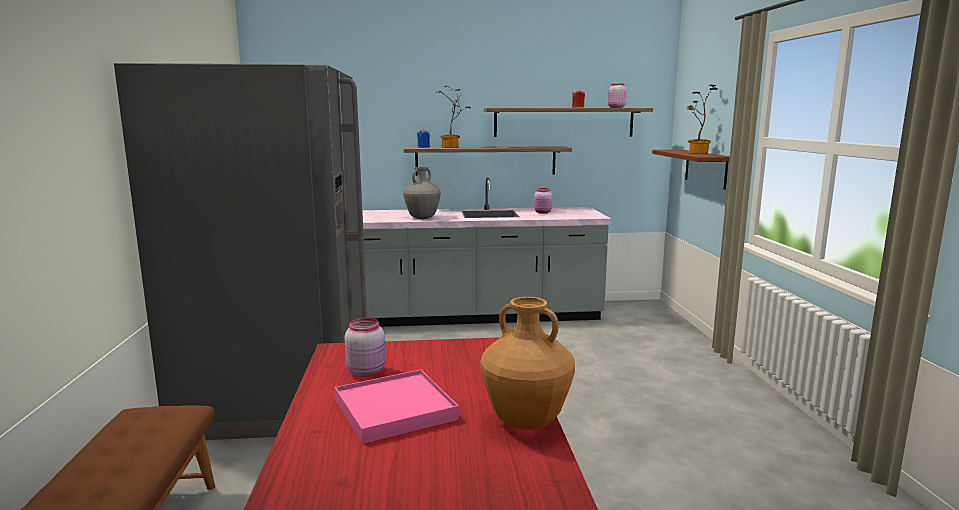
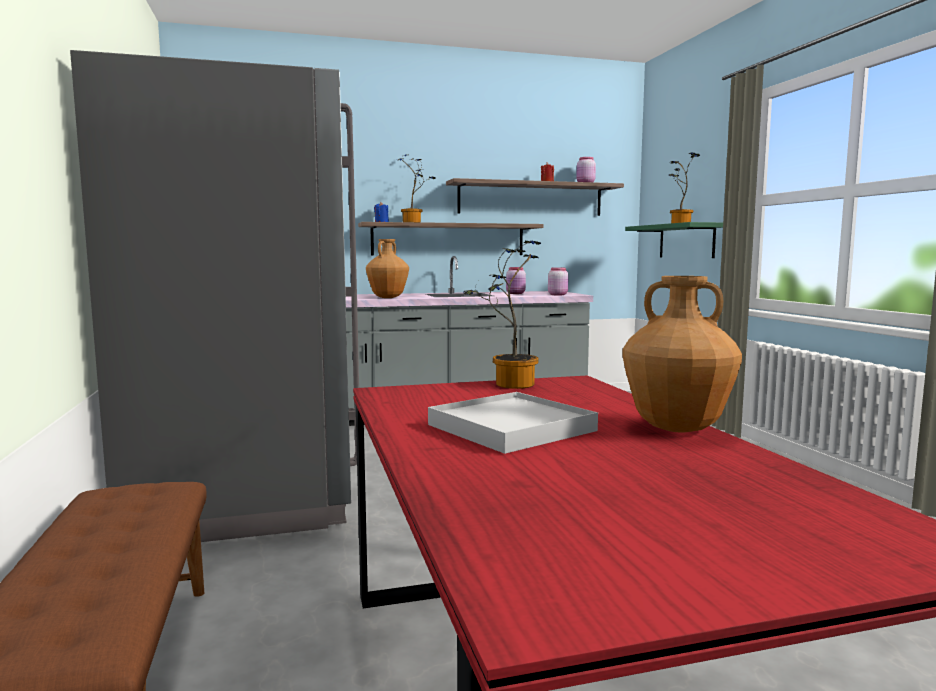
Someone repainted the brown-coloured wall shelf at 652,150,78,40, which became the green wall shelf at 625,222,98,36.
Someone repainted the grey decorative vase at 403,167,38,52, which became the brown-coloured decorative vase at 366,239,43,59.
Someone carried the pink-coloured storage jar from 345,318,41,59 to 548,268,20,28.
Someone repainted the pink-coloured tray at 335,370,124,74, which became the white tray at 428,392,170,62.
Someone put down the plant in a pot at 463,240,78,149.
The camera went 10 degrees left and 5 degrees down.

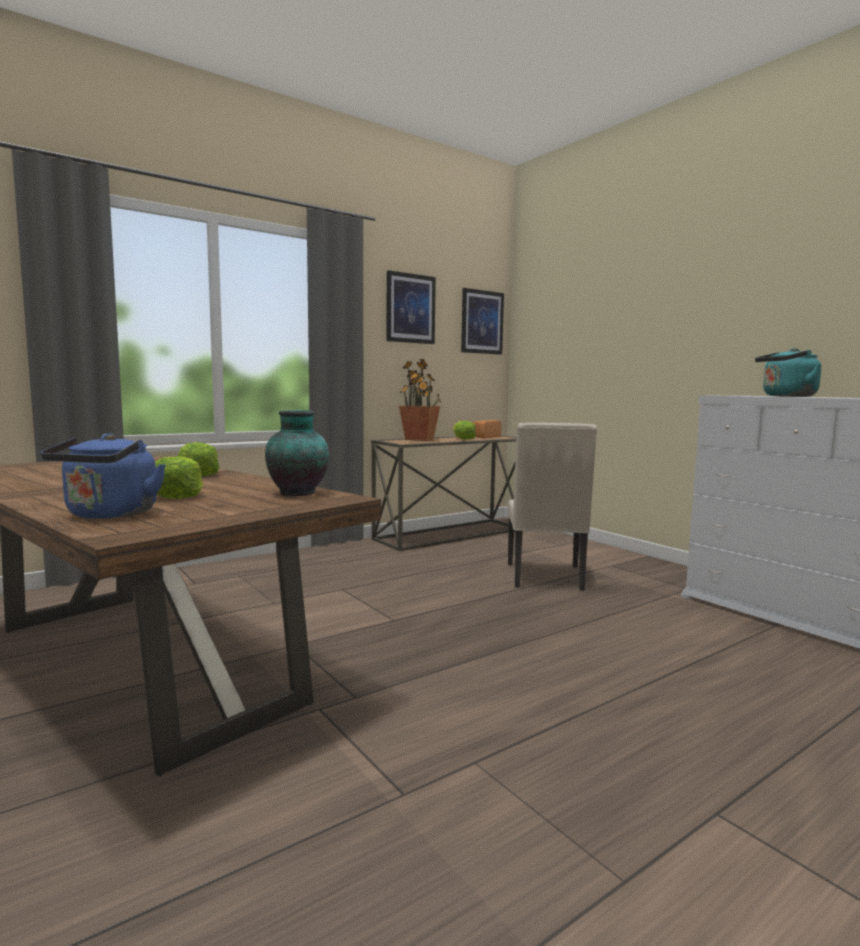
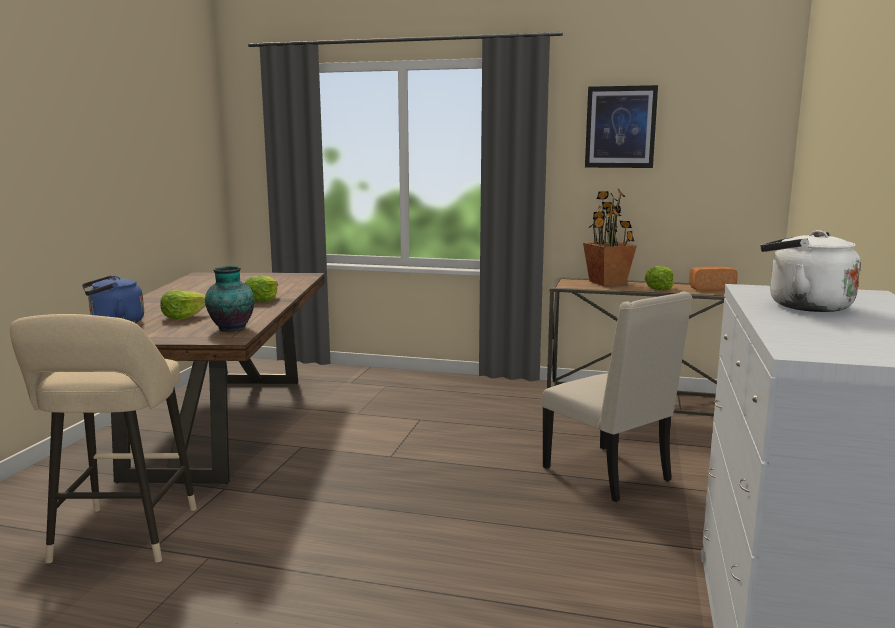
Someone took away the wall art at 461,288,43,67.
Someone repainted the turquoise water kettle at 755,348,66,49, which became the white water kettle at 761,230,100,82.
Someone rotated the sand-coloured plain chair at 508,423,89,168 by 90 degrees counterclockwise.
Someone put down the sand-coloured stool seat at 10,314,187,249.
The camera went 50 degrees right and 5 degrees up.

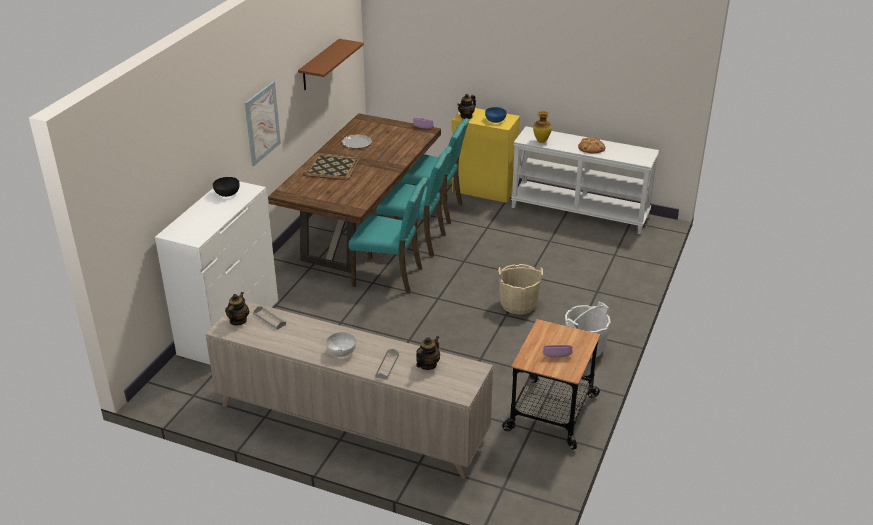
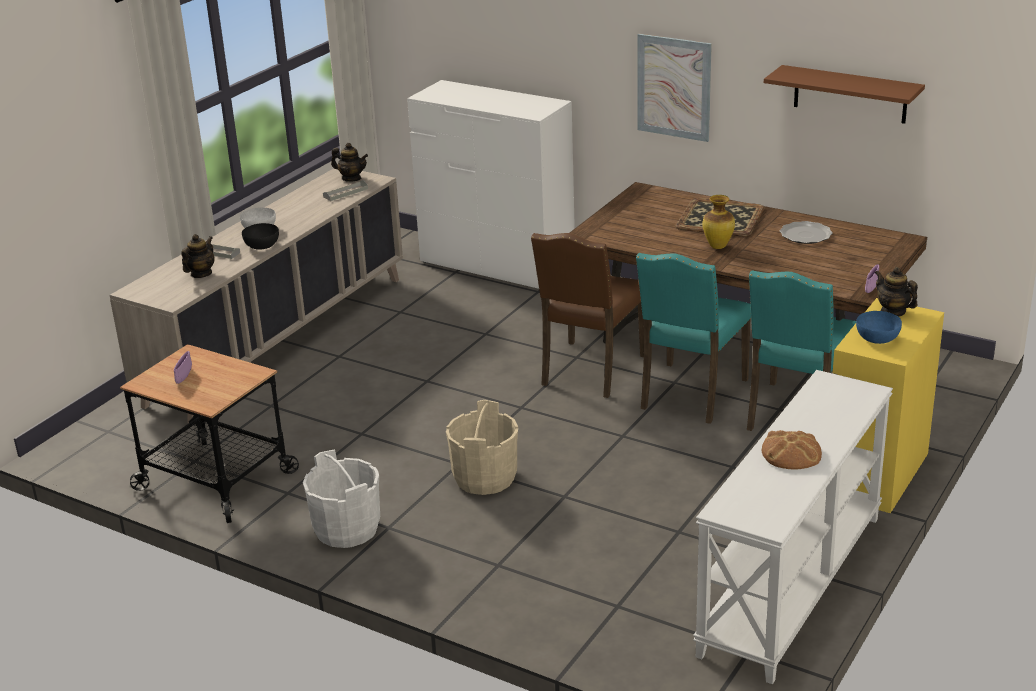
Someone carried the decorative vase from 533,112,19,31 to 703,195,32,54.
Someone carried the blackish serving bowl from 213,177,27,20 to 242,223,37,27.
Someone repainted the turquoise plain chair at 349,177,79,116, which became the brown-coloured plain chair at 531,233,113,165.
Someone rotated the teapot at 416,336,24,34 by 105 degrees counterclockwise.
The camera went 100 degrees right and 5 degrees down.

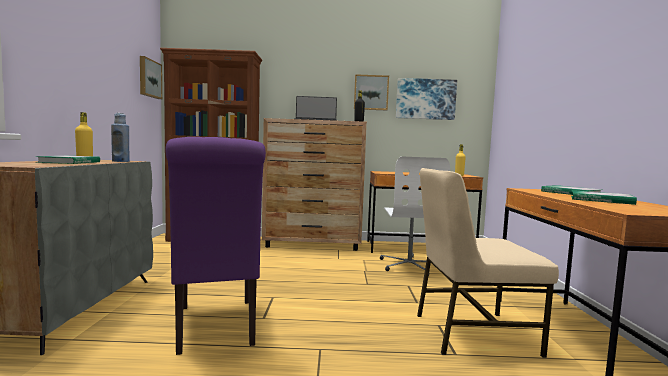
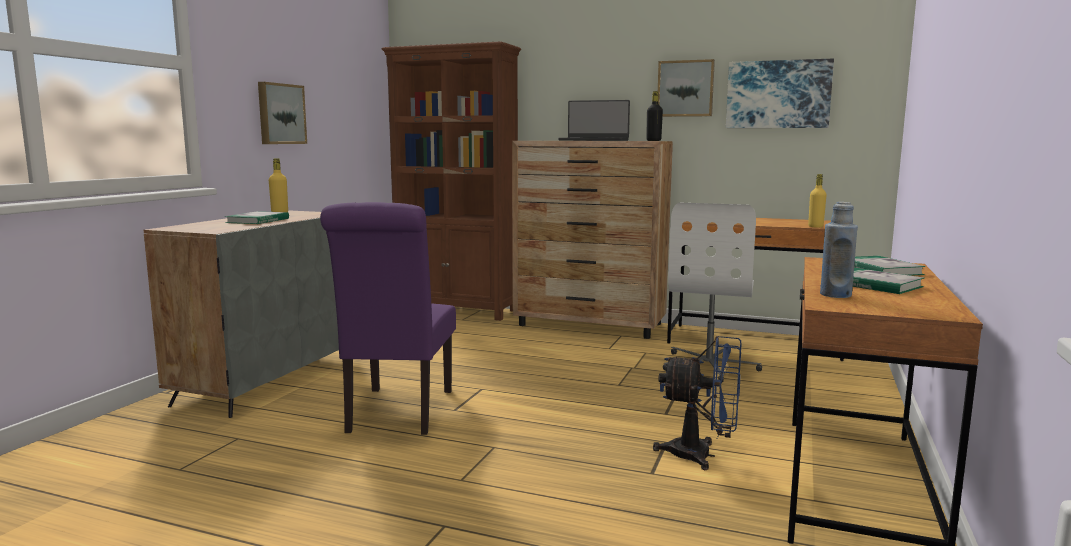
Someone carried the wall art from 140,56,22,43 to 258,82,49,62.
Someone carried the blue drink bottle from 111,113,19,49 to 820,202,38,96.
Someone swapped the sand-coloured plain chair at 417,168,142,190 for the blue cooling fan at 653,336,88,134.
The camera went 20 degrees right and 5 degrees up.

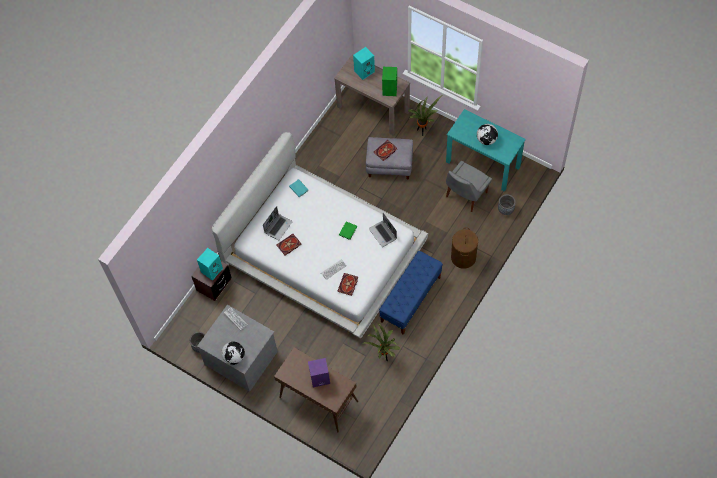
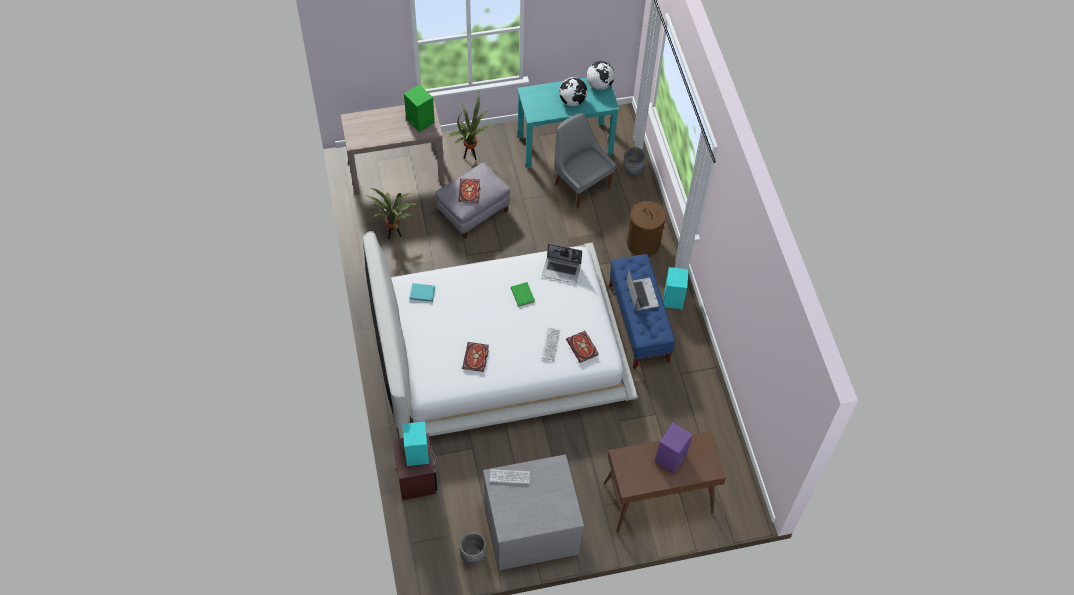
Someone carried the turquoise loudspeaker from 353,47,22,33 to 663,267,26,42.
Someone rotated the grey plain chair at 446,161,46,51 by 150 degrees clockwise.
Someone carried the laptop from 263,206,29,34 to 627,269,32,42.
Someone carried the plant in a pot from 363,323,38,38 to 365,188,52,51.
Someone carried the desk globe from 221,341,24,24 to 587,61,28,29.
The camera went 50 degrees left and 5 degrees down.

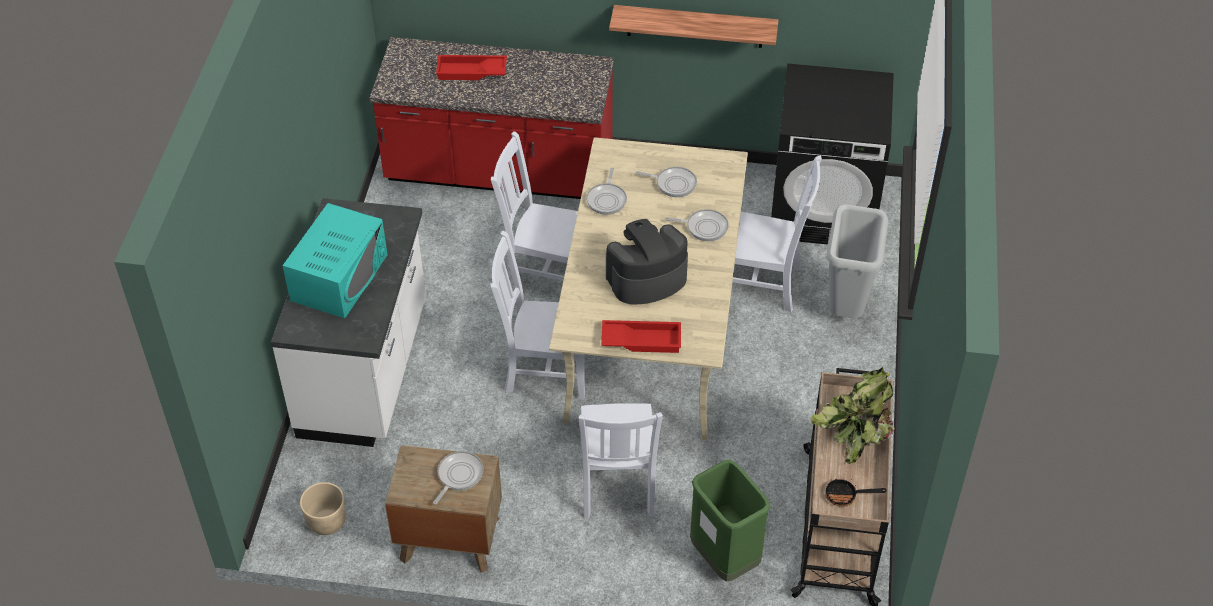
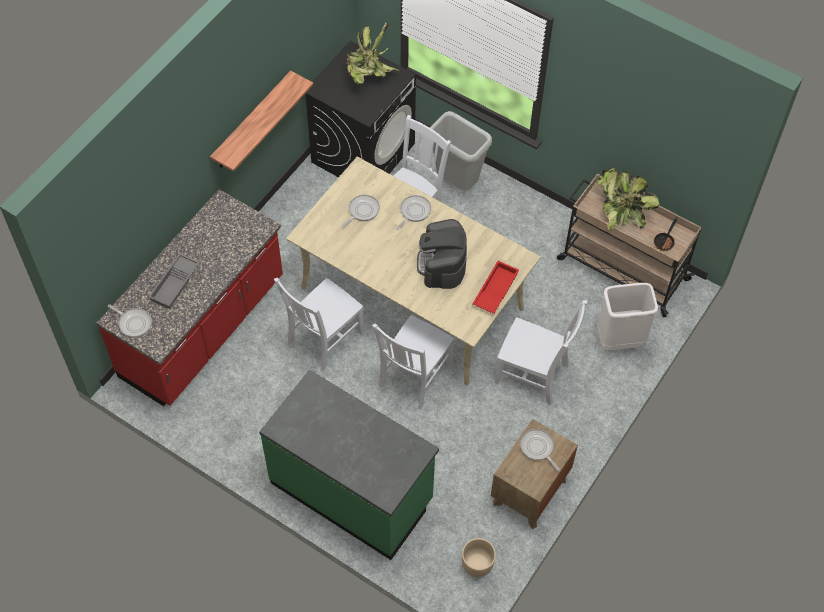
Someone repainted the red tray at 436,55,71,25, which became the grey tray at 148,253,52,56.
Someone carried the skillet from 586,167,41,48 to 108,305,44,33.
Someone repainted the white kitchen counter at 271,198,155,249, which became the green kitchen counter at 259,370,180,190.
Someone took away the turquoise microwave oven at 282,203,106,115.
Someone repainted the green rubbish bin at 690,460,81,122, which became the white rubbish bin at 597,283,61,67.
Someone put down the plant in a pot at 346,22,54,62.
The camera went 65 degrees left and 10 degrees up.

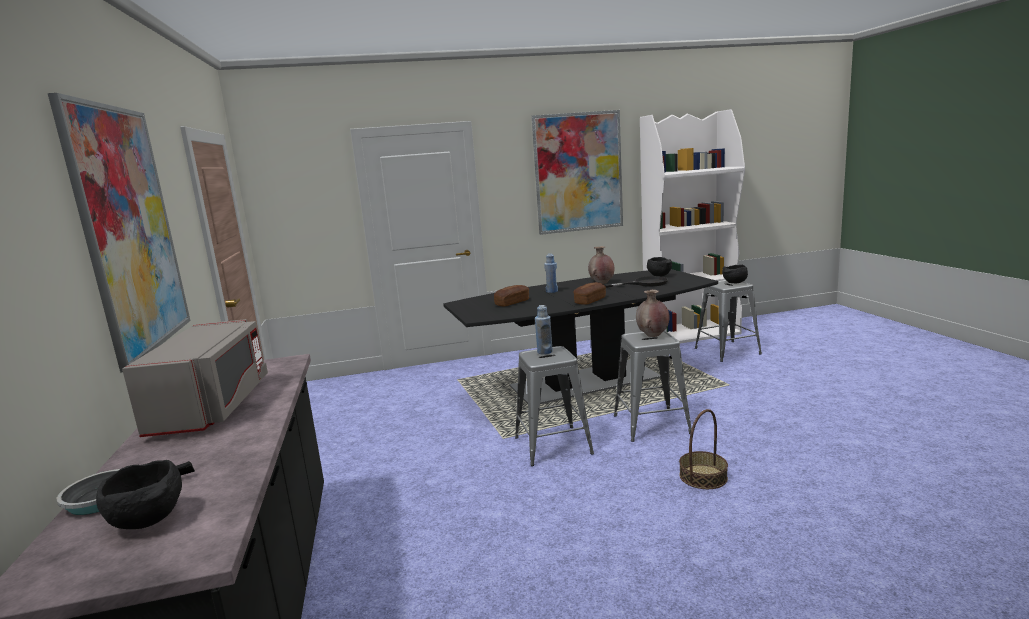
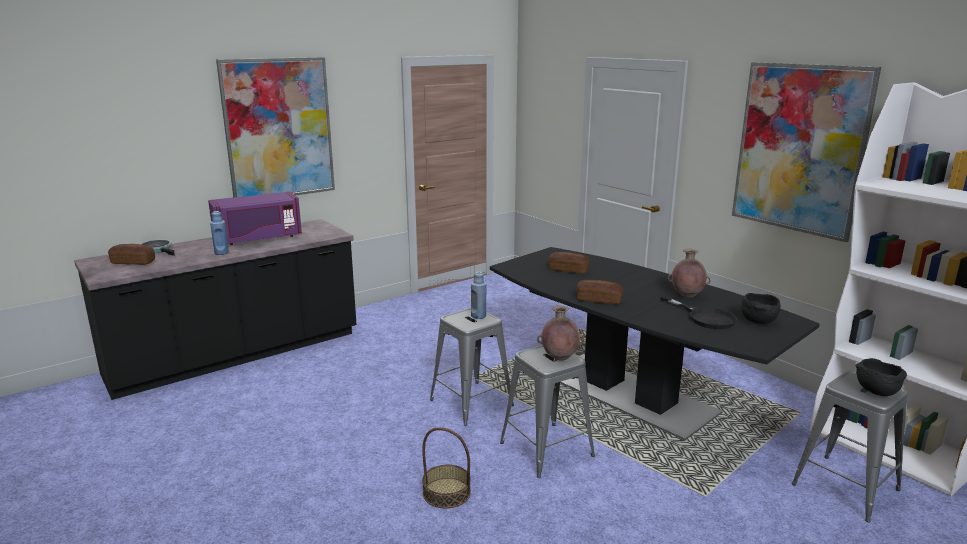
Someone carried the blue drink bottle from 544,254,14,39 to 210,211,19,44.
Someone repainted the grey microwave oven at 122,319,146,118, which became the purplish microwave oven at 208,191,94,54.
Someone swapped the blackish serving bowl at 96,460,86,69 for the bakery bread at 108,244,47,21.
The camera went 65 degrees right and 5 degrees up.

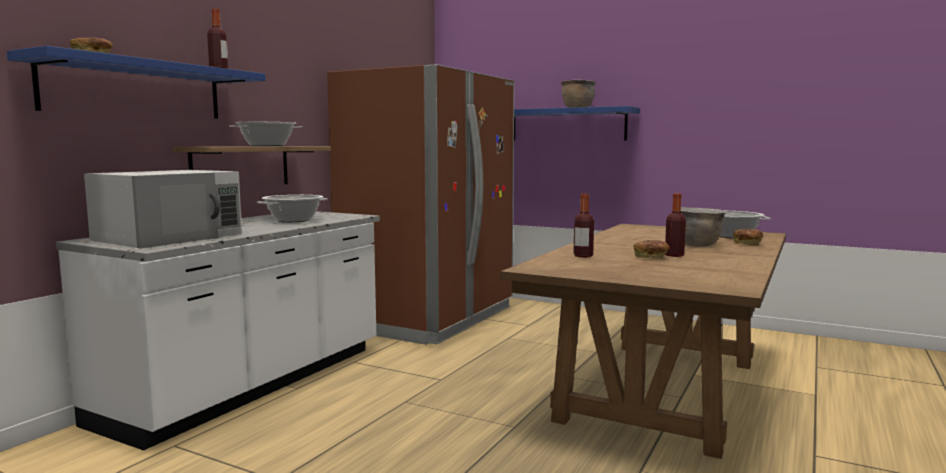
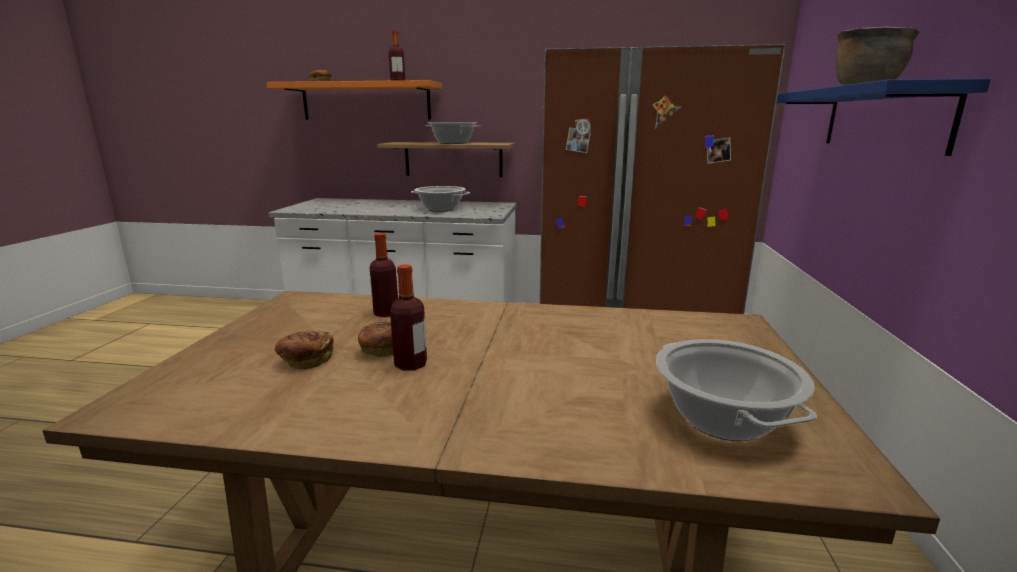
Someone repainted the blue wall shelf at 7,46,259,73, which became the orangey wall shelf at 267,80,175,39.
Someone took away the white microwave oven at 84,170,158,79.
Someone took away the brown-coloured saucepot at 681,207,45,40.
Someone carried the bakery bread from 733,229,30,16 to 275,331,59,39.
The camera went 70 degrees right and 10 degrees up.

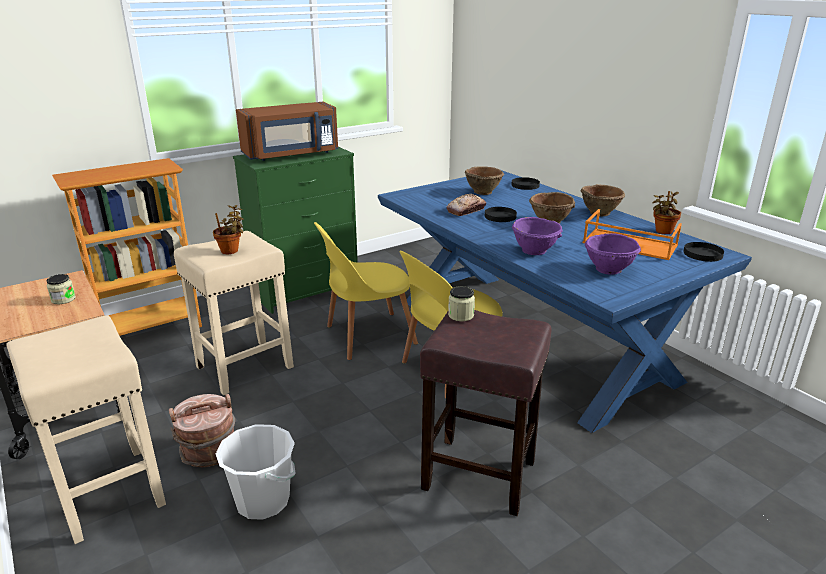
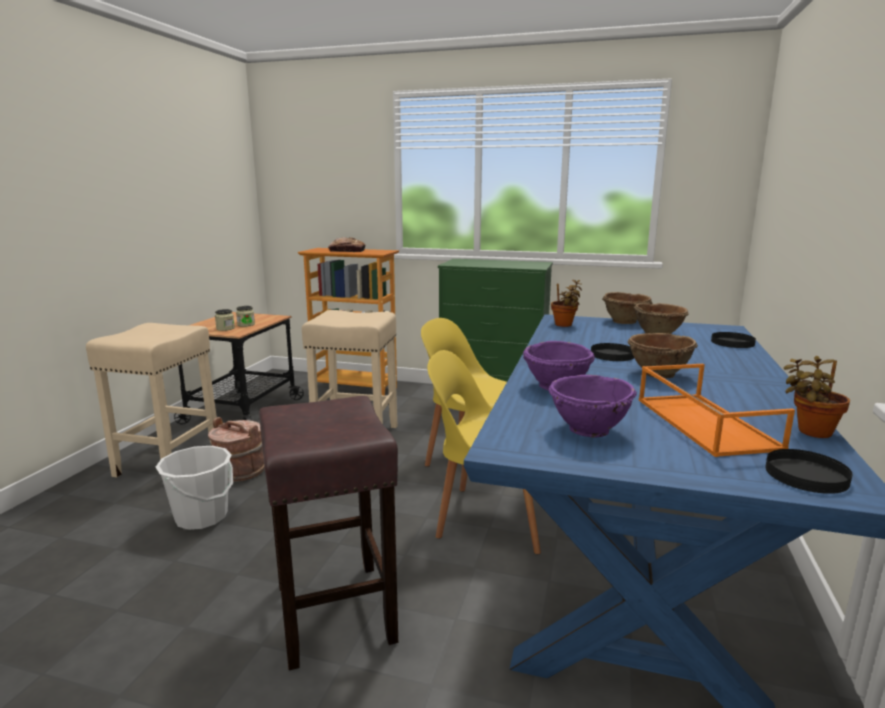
Someone took away the brown-coloured microwave oven at 236,102,102,59.
Someone carried the brown-coloured serving bowl from 581,184,44,32 to 602,292,51,32.
Someone carried the bakery bread from 447,194,39,22 to 328,237,37,15.
Someone carried the plant in a pot from 213,205,31,49 to 551,279,31,48.
Someone carried the storage jar from 448,286,27,35 to 215,309,20,22.
The camera went 50 degrees right and 10 degrees down.

